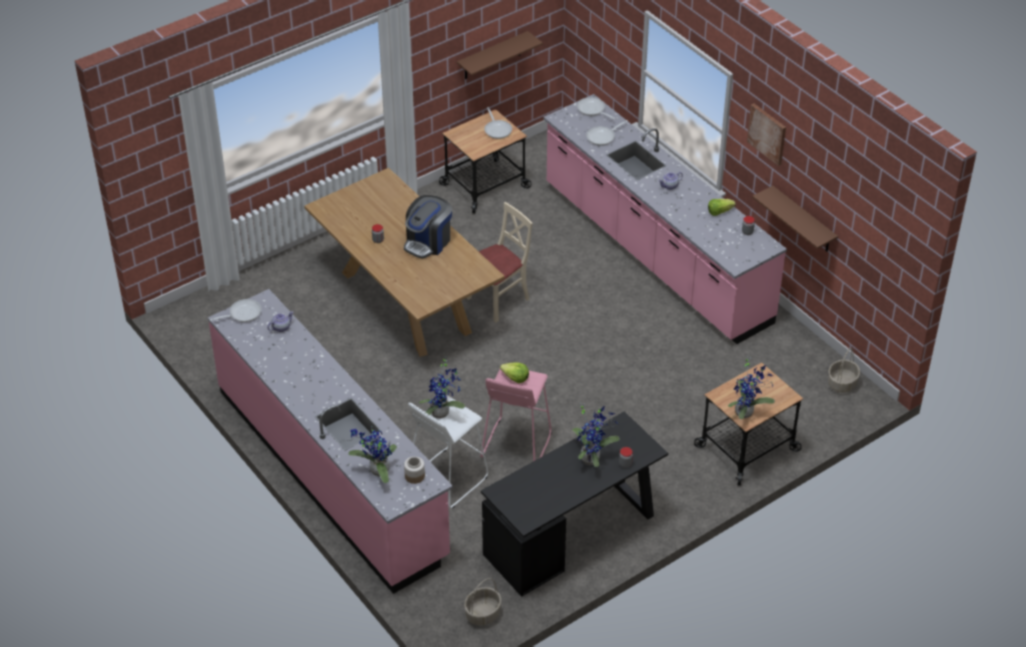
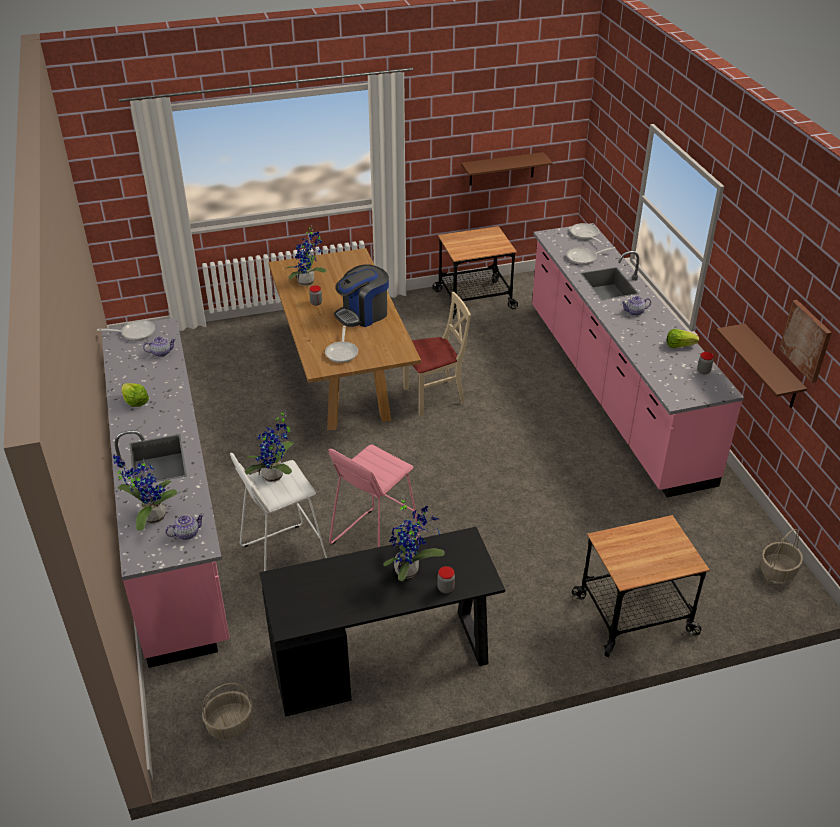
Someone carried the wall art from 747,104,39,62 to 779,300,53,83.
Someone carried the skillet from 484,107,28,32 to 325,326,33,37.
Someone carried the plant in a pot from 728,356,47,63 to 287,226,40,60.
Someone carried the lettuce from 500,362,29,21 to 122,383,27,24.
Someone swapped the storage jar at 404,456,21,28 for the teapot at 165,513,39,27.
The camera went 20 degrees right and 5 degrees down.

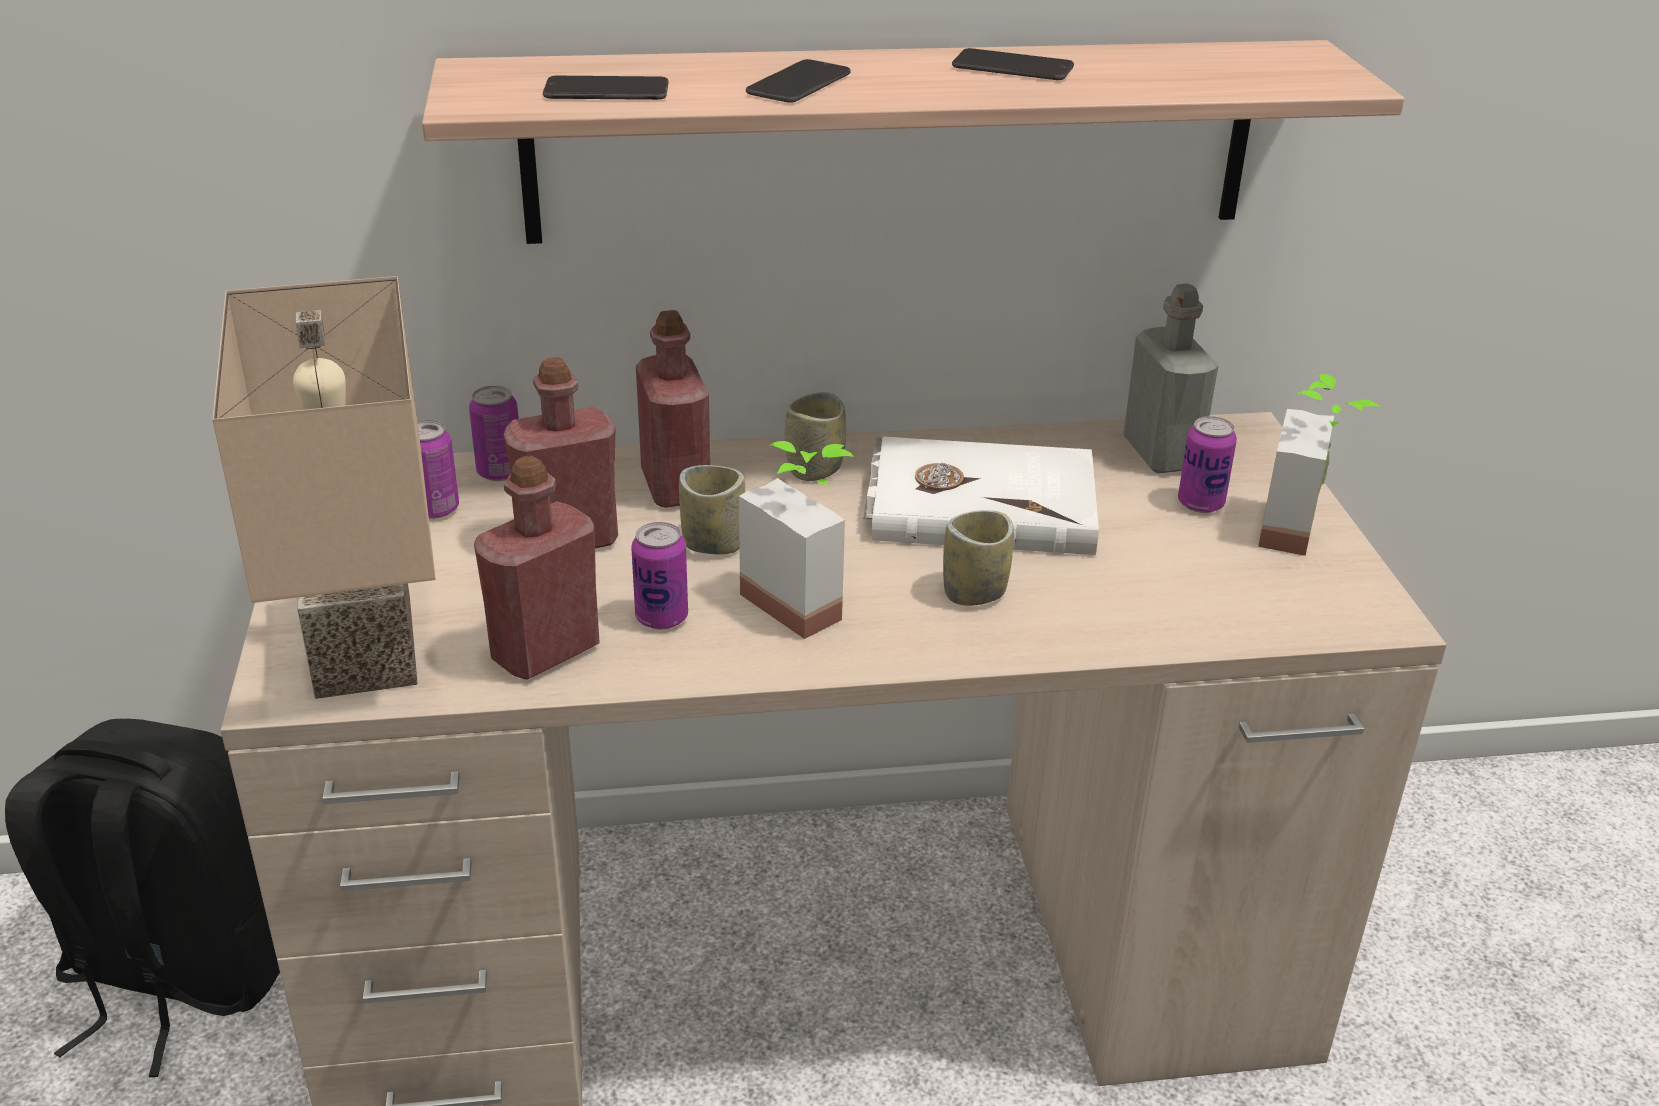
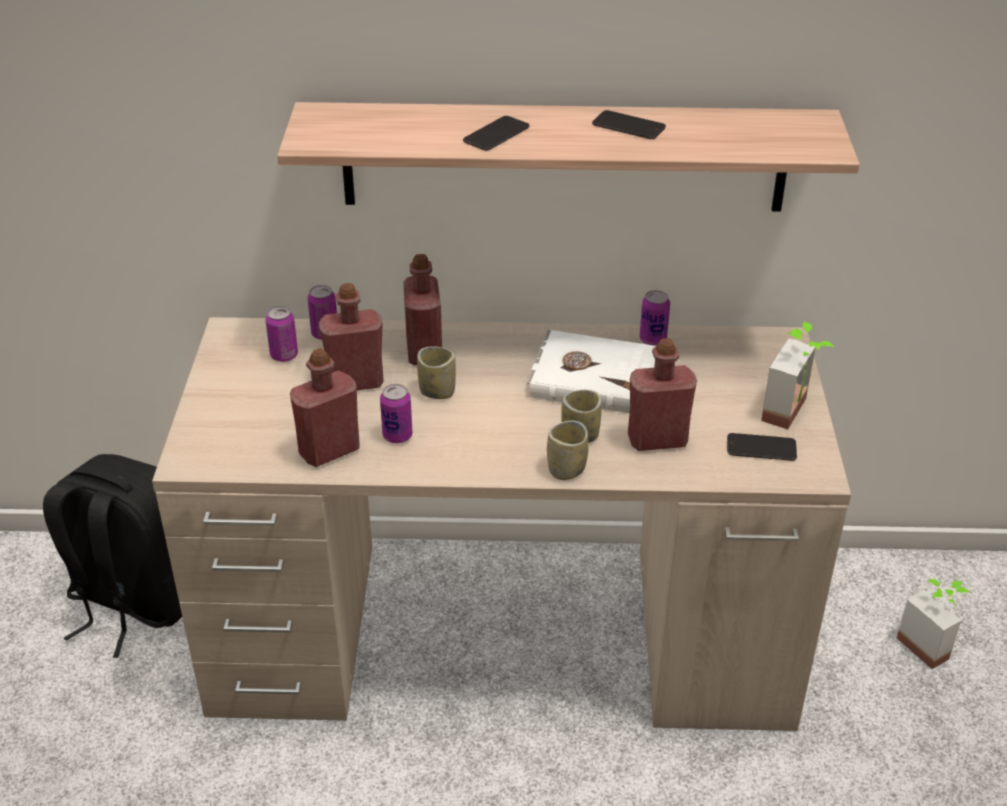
Someone carried the handset from 543,76,126,24 to 727,433,70,28.
Someone took away the sand-coloured tabletop lamp at 212,276,224,423.
Someone took away the grey drink bottle at 1123,284,96,189.
Someone carried the cup from 785,392,61,89 to 547,420,41,60.
Someone carried the can from 1178,416,59,97 to 640,290,30,56.
Someone carried the plant in a pot from 739,441,116,198 to 897,579,73,90.
Someone put down the red drink bottle at 628,338,69,113.
The camera went 10 degrees right and 5 degrees up.

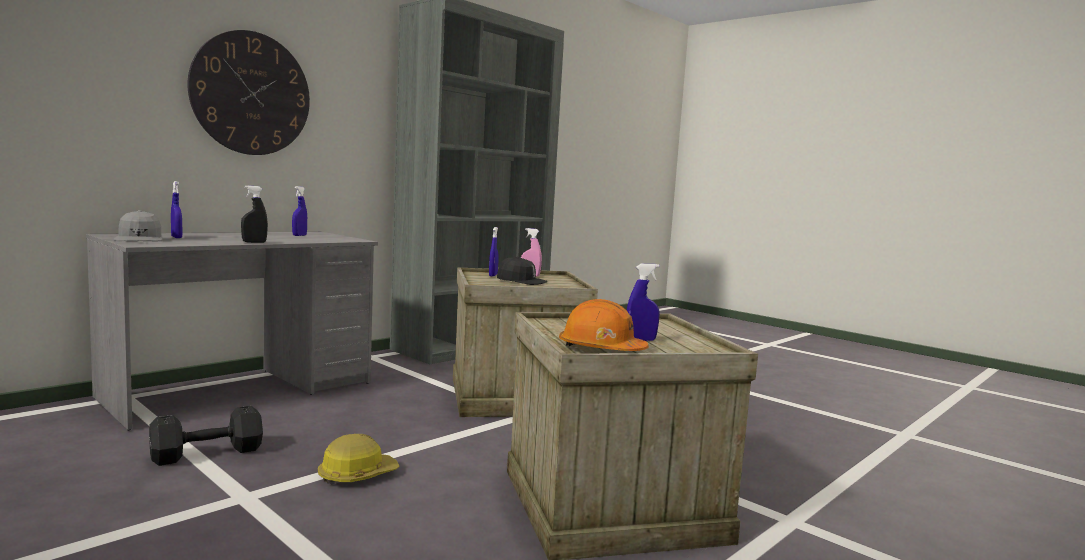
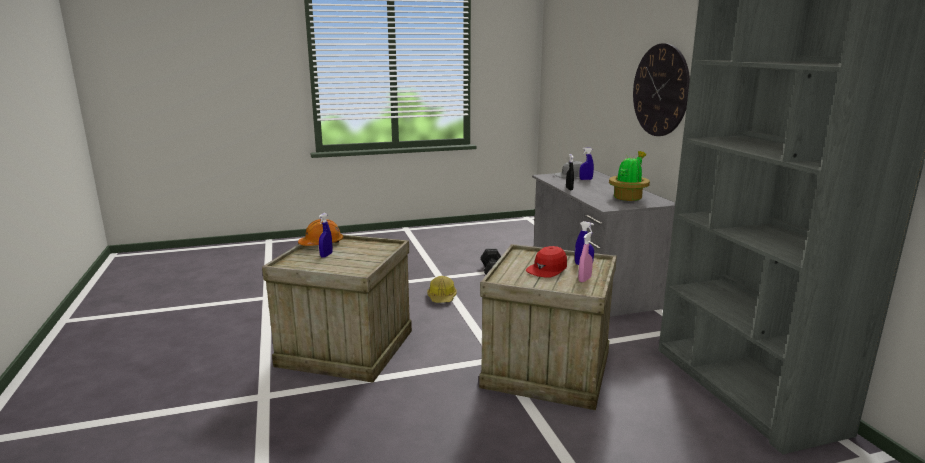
Someone swapped the blue spray bottle at 292,186,15,50 for the plant in a pot at 609,151,41,50.
Someone repainted the blackish baseball cap at 497,256,50,29, which became the red baseball cap at 526,246,41,31.
The camera went 120 degrees right and 10 degrees up.

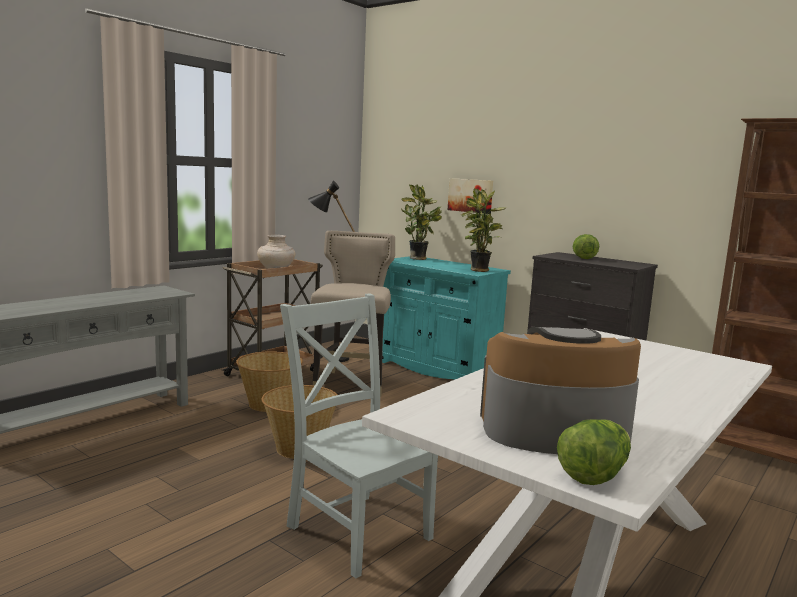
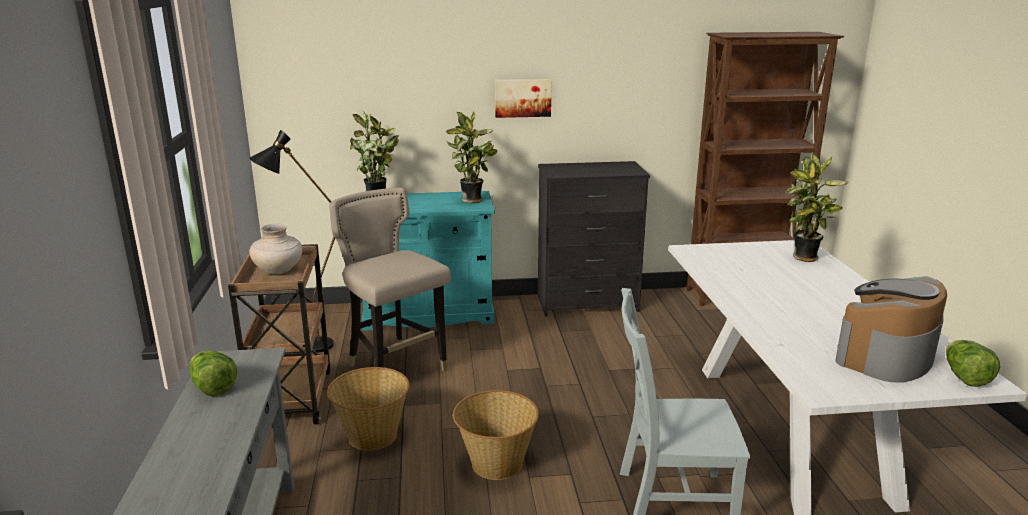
Someone carried the wall art from 448,178,45,36 to 495,79,57,39.
Someone carried the lettuce from 573,234,26,25 to 189,351,48,45.
Someone put down the plant in a pot at 785,153,63,109.
The camera went 45 degrees left and 10 degrees up.

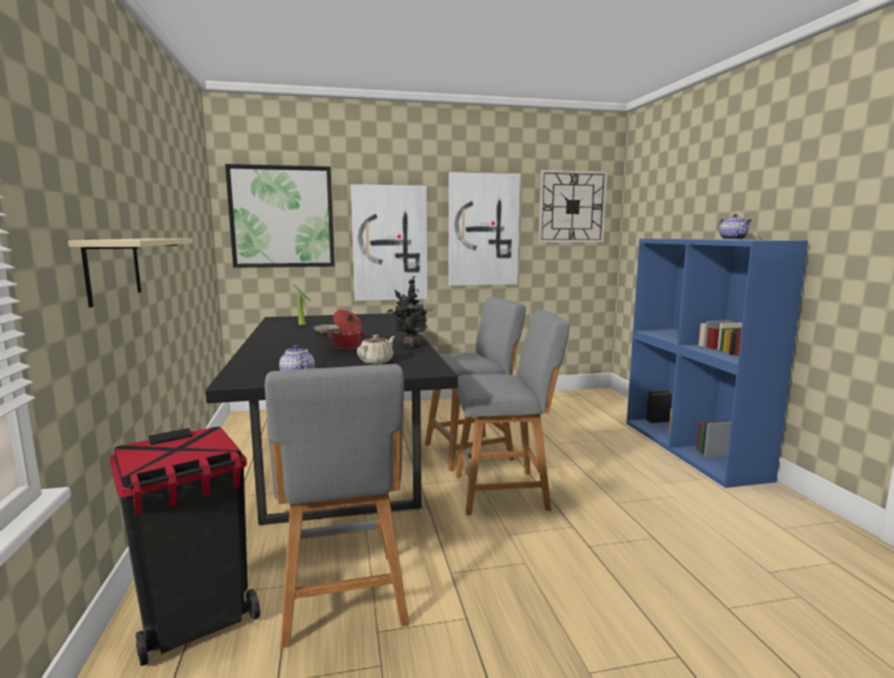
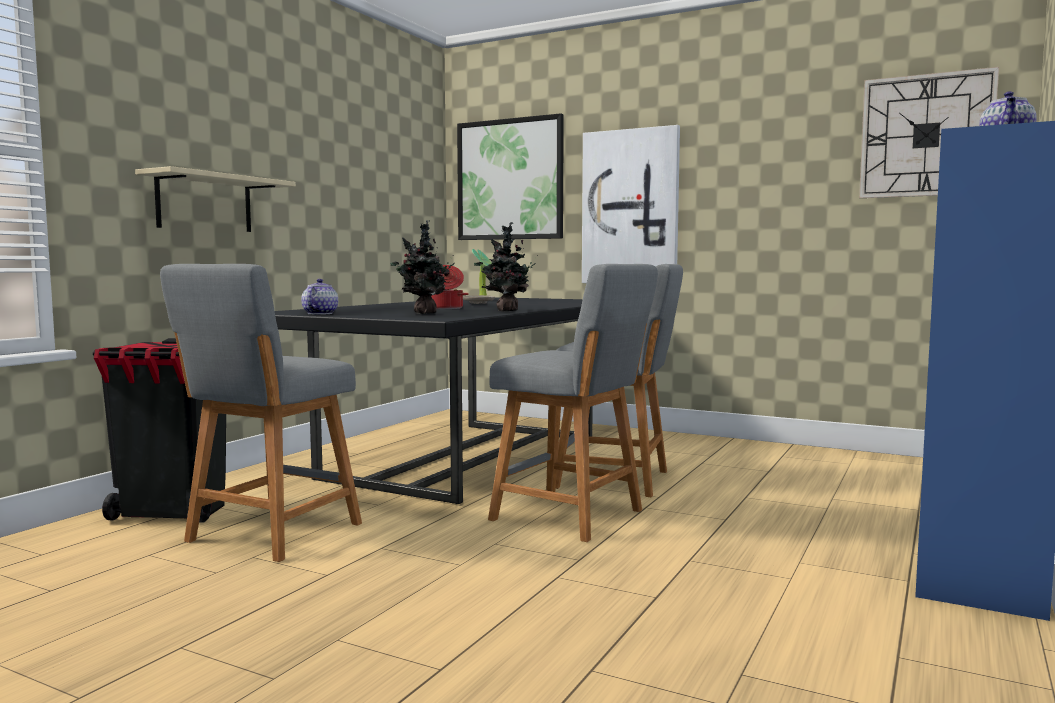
Someone took away the wall art at 449,172,71,114.
Someone swapped the sand-coloured teapot at 357,335,38,29 for the plant in a pot at 390,220,65,94.
The camera went 40 degrees right and 5 degrees down.

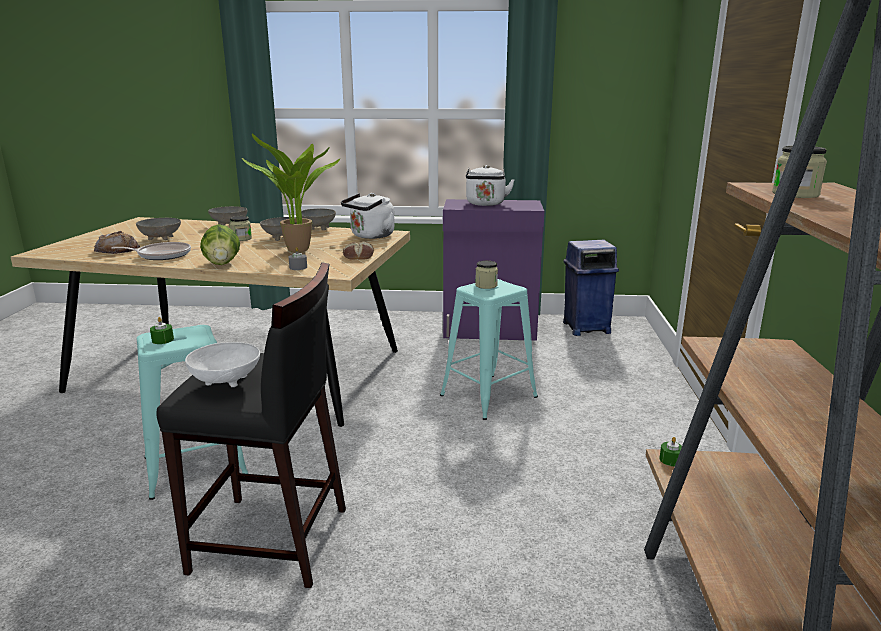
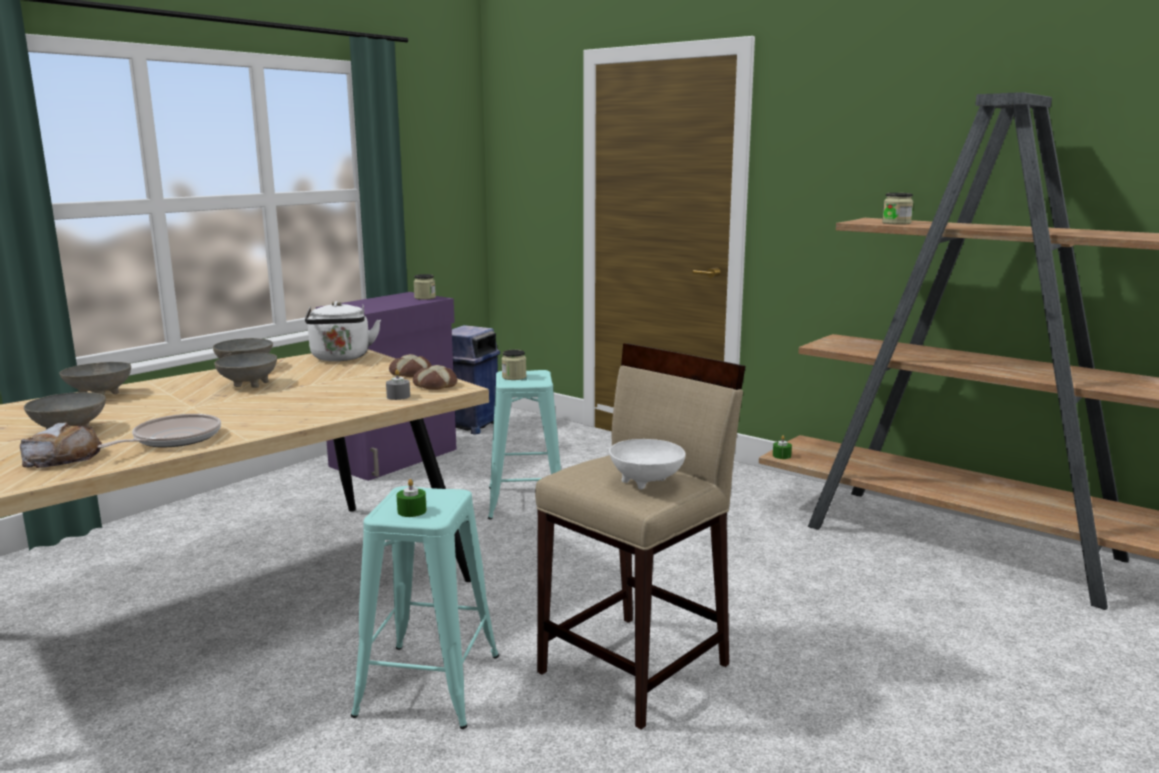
Someone took away the plant in a pot at 242,134,98,118.
Someone took away the white water kettle at 466,165,49,41.
Someone carried the storage jar from 229,216,23,25 to 413,274,23,26.
Someone took away the lettuce at 200,224,40,41.
Someone repainted the blackish stool seat at 157,262,189,326, which became the sand-coloured stool seat at 535,343,211,386.
Someone put down the bakery bread at 413,365,44,25.
The camera went 55 degrees left and 5 degrees down.

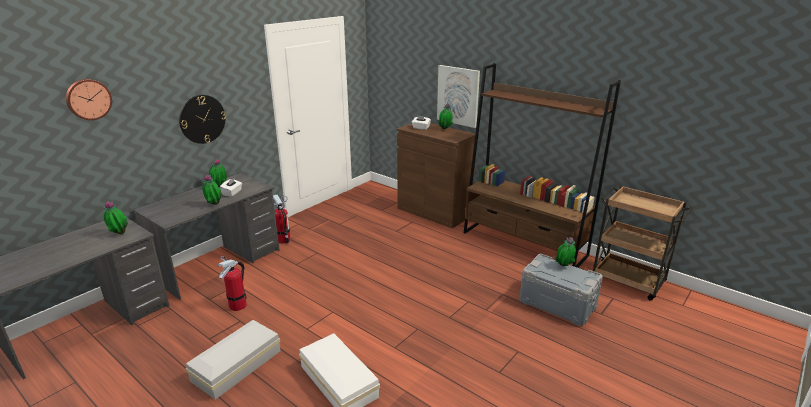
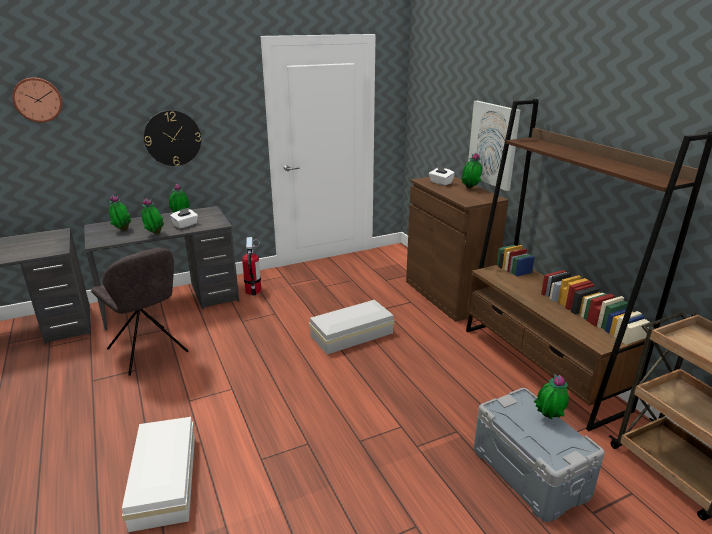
Someone carried the plant in a pot from 104,201,24,33 to 109,195,22,36.
Someone swapped the fire extinguisher at 218,256,29,55 for the grey plain chair at 91,248,97,128.
Someone carried the white storage bin from 186,320,94,80 to 309,300,85,54.
The camera went 25 degrees right and 0 degrees up.

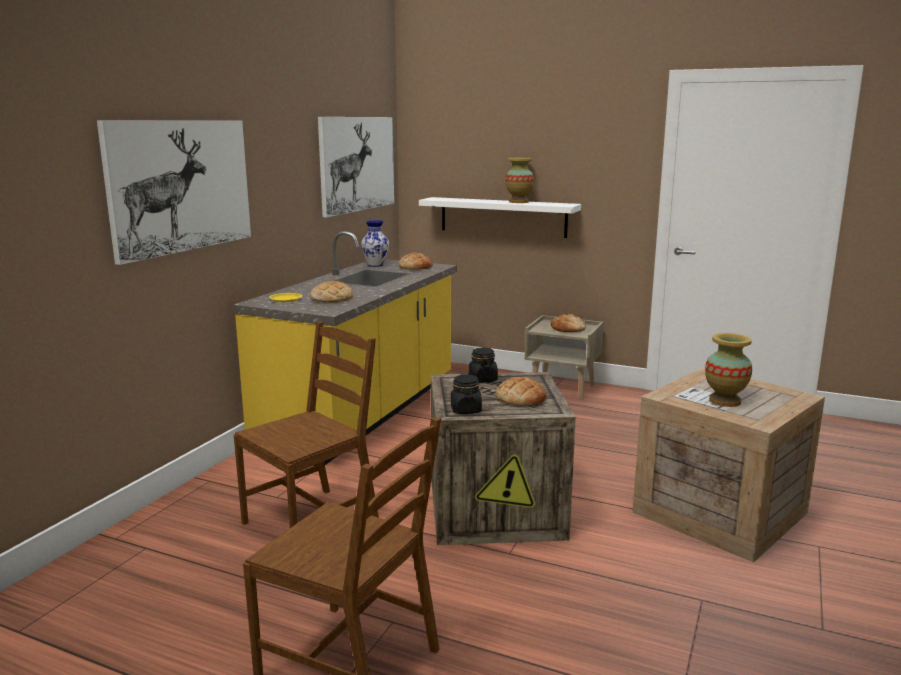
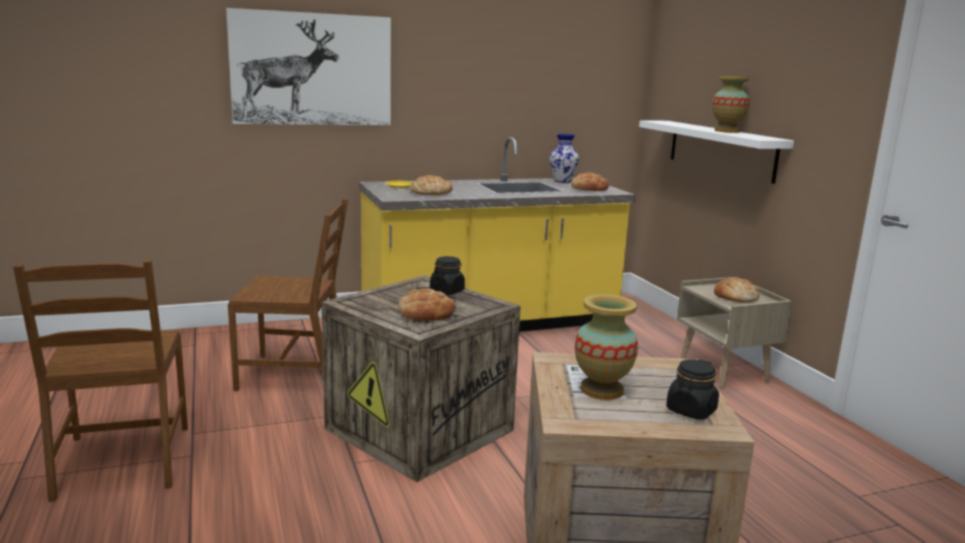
Someone took away the wall art at 318,117,76,100.
Someone carried the blackish storage jar from 451,374,31,40 to 666,359,53,61.
The camera went 45 degrees right and 0 degrees up.

